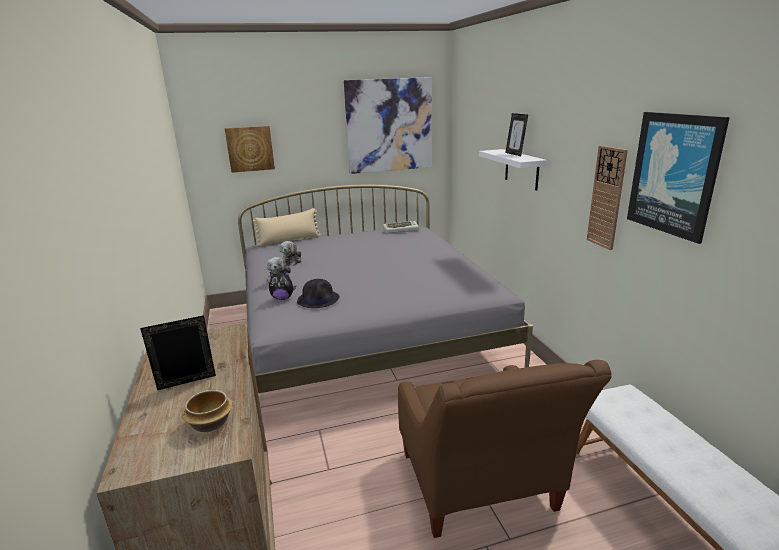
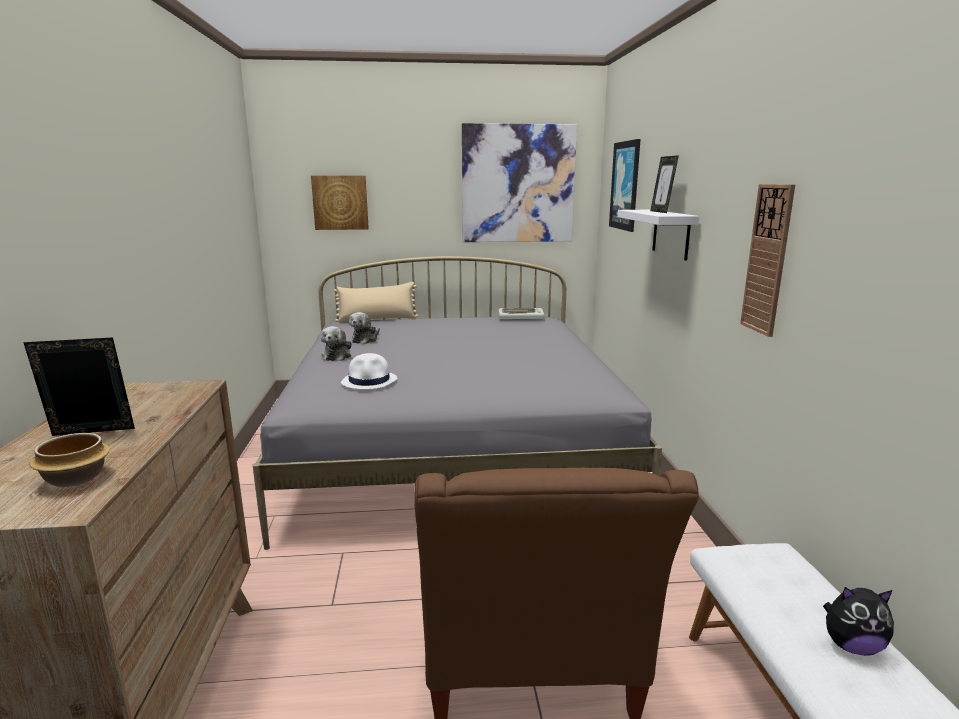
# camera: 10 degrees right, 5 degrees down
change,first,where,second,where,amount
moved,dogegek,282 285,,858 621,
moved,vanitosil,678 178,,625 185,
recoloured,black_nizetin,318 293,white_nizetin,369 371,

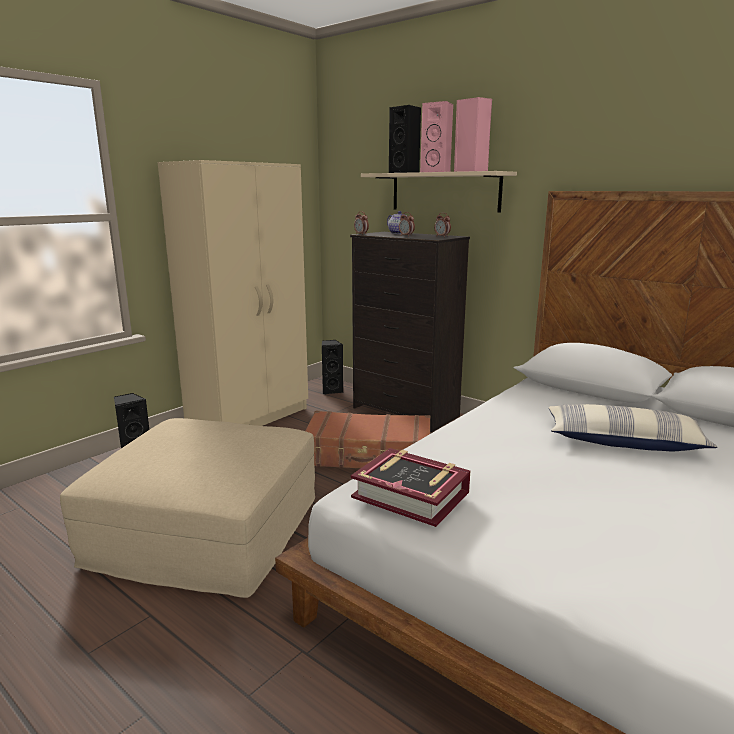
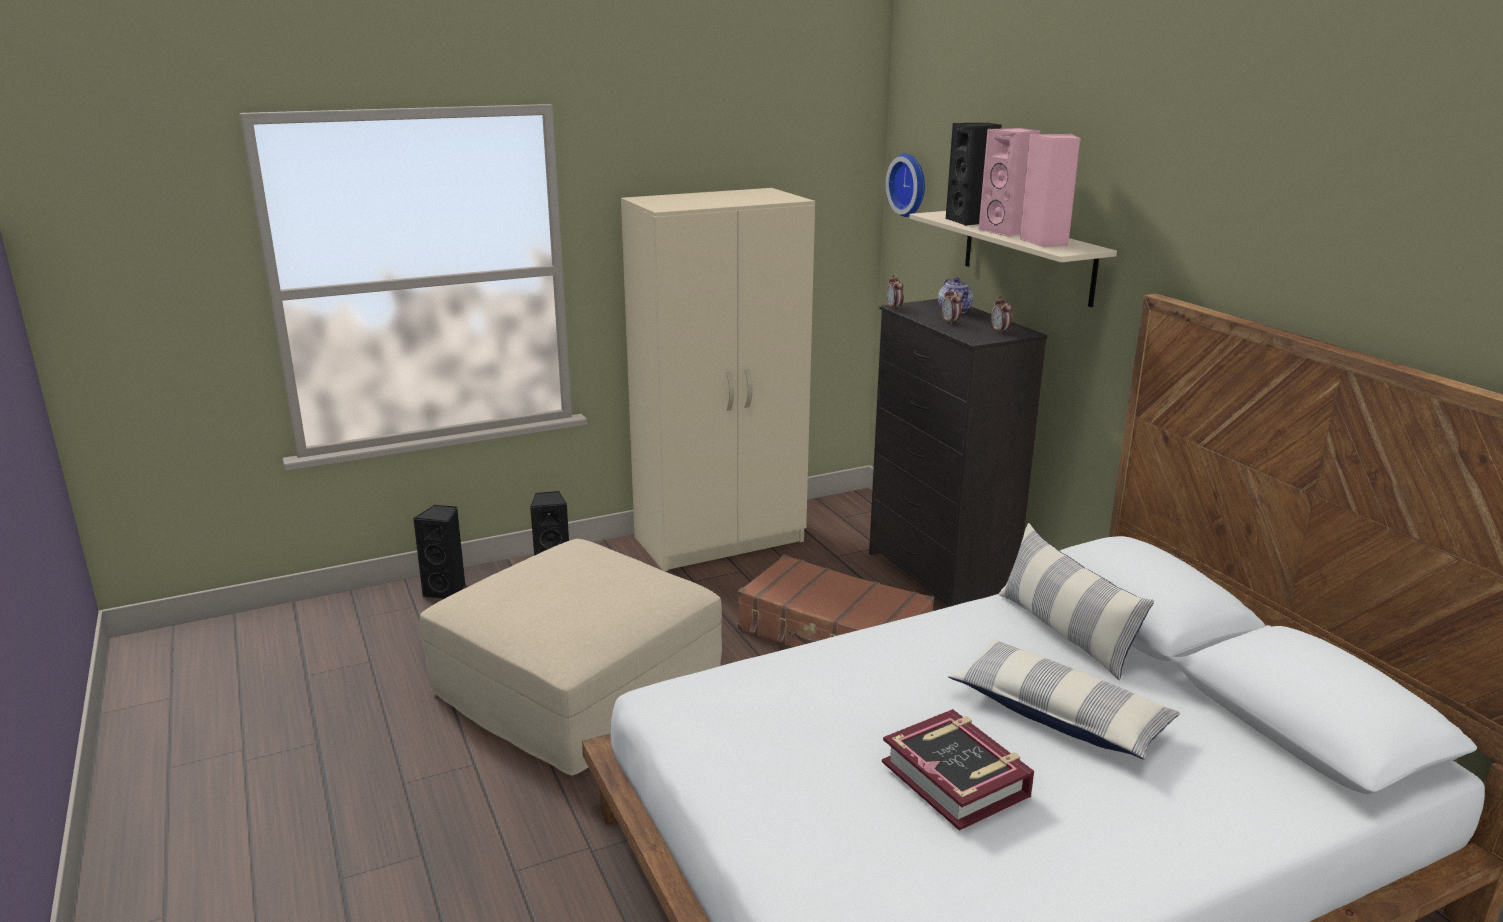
# camera: 25 degrees right, 5 degrees up
change,first,where,second,where,amount
added,,,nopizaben,905 185,
added,,,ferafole,1076 601,
moved,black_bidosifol,332 367,,439 552,
moved,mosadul,410 487,,958 770,

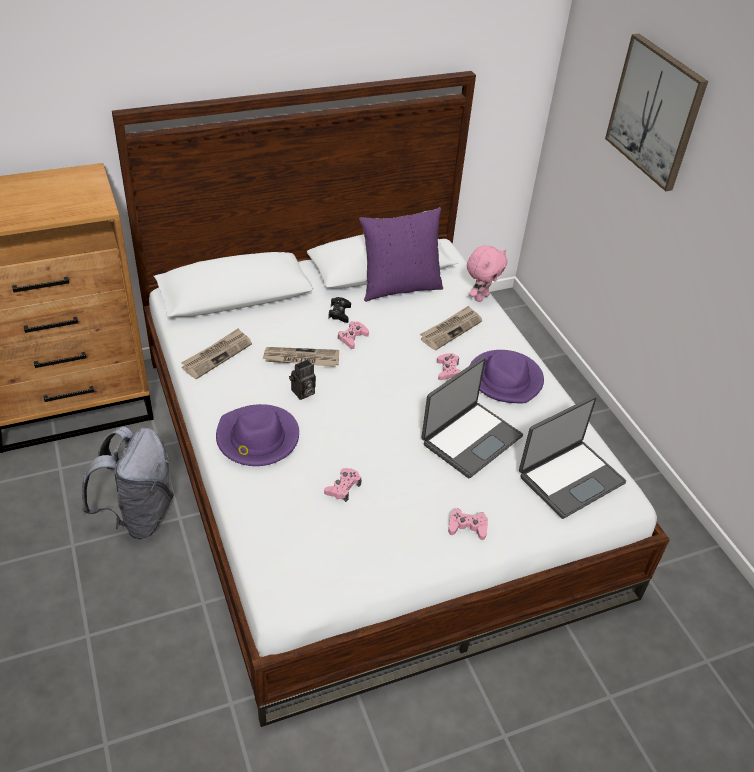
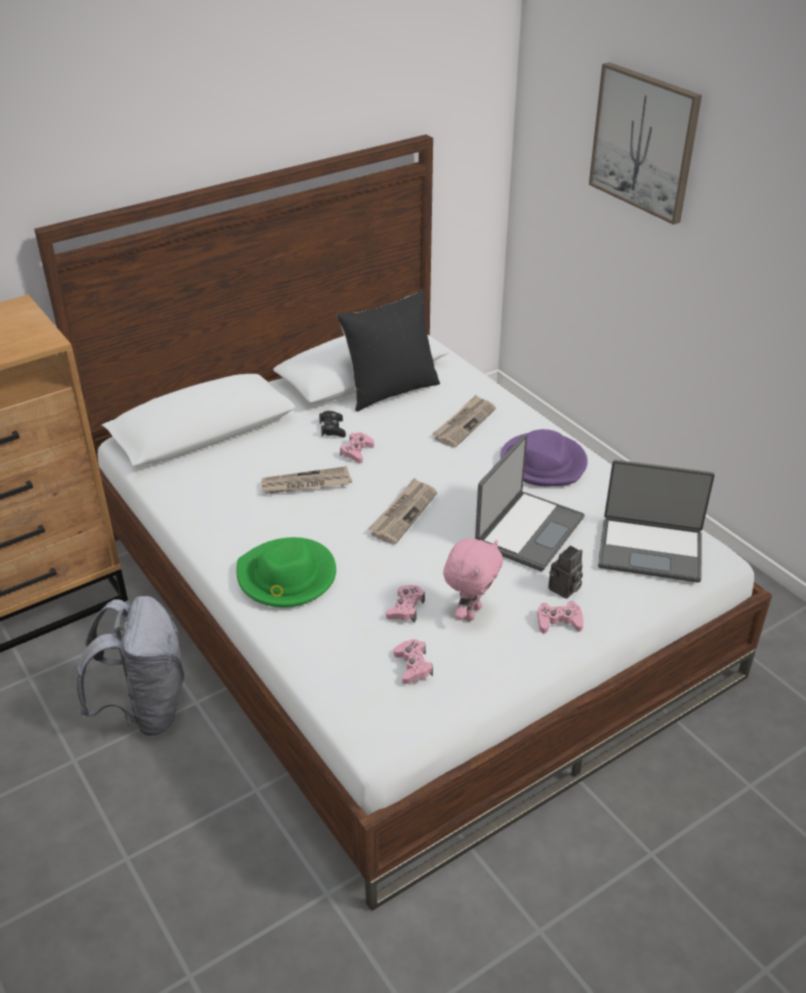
# camera: 10 degrees left, 5 degrees down
change,first,where,second,where,amount
moved,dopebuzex,216 353,,403 511,
moved,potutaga,302 379,,565 572,
moved,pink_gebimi,449 366,,413 661,
moved,pink_dogegek,487 273,,473 580,
recoloured,purple_nizetin,257 435,green_nizetin,286 572,
recoloured,purple_ferafole,401 254,black_ferafole,388 351,
turned,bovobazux,572 457,,656 521,60 degrees clockwise

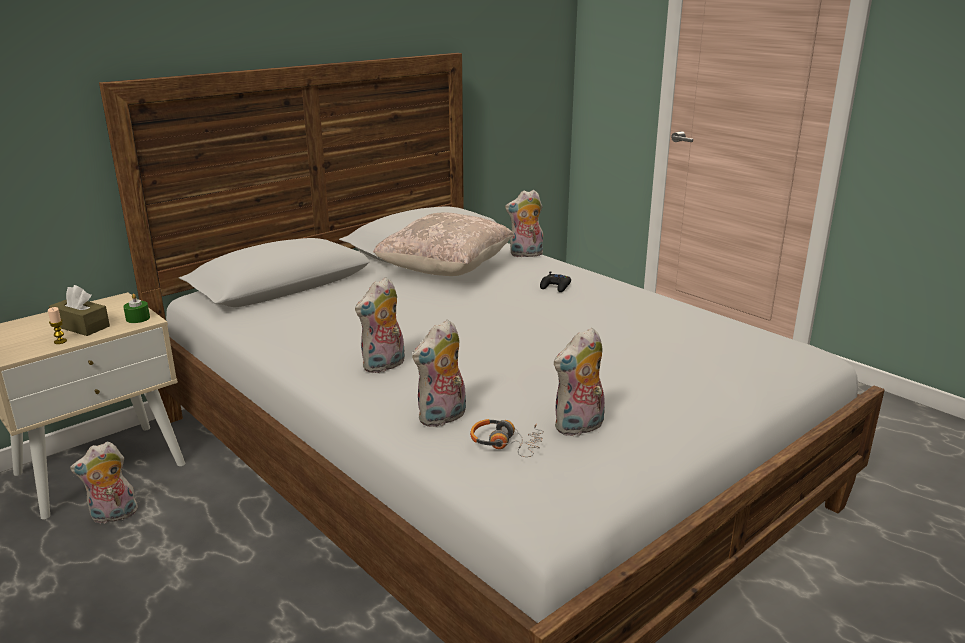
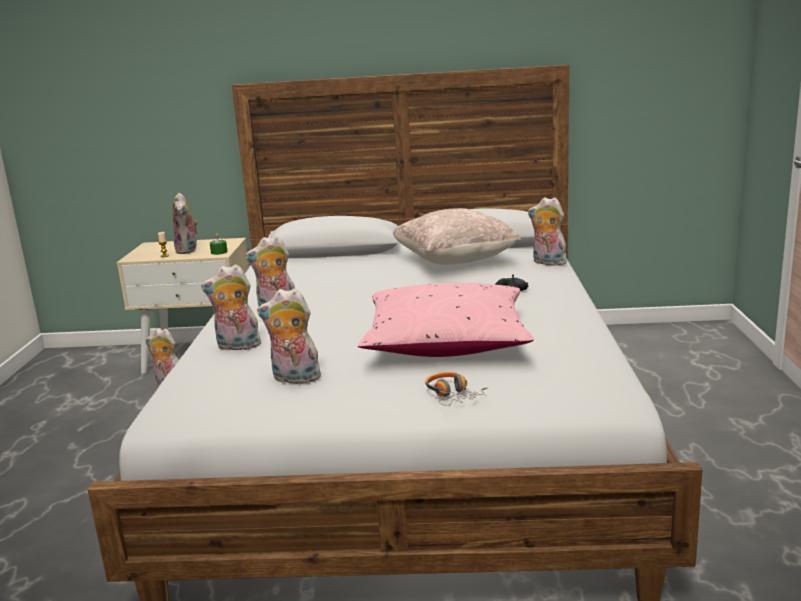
# camera: 45 degrees right, 5 degrees down
change,first,where,second,where,amount
added,,,pink_ferafole,446 319,
moved,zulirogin,507 438,,456 388,
replaced,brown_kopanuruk,79 310,dogegek,185 223,

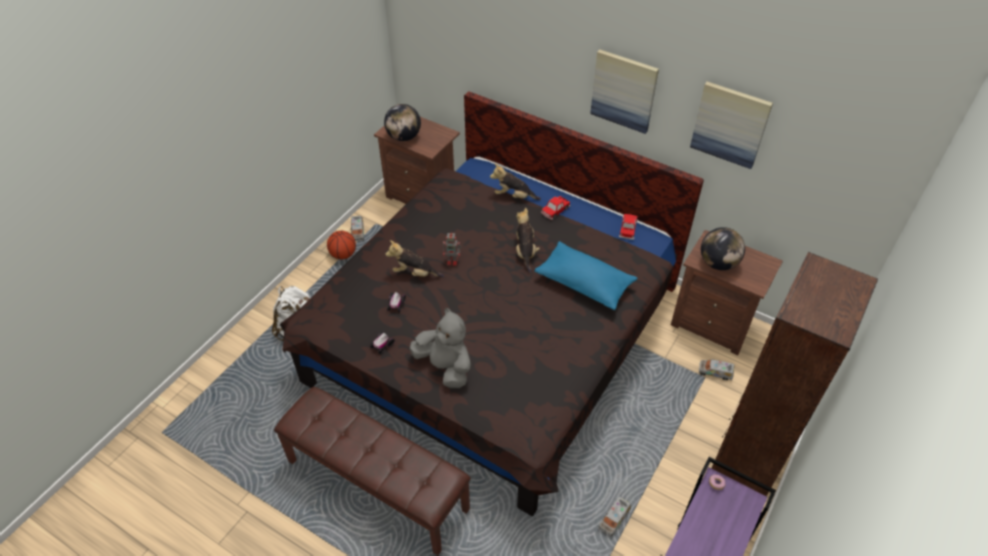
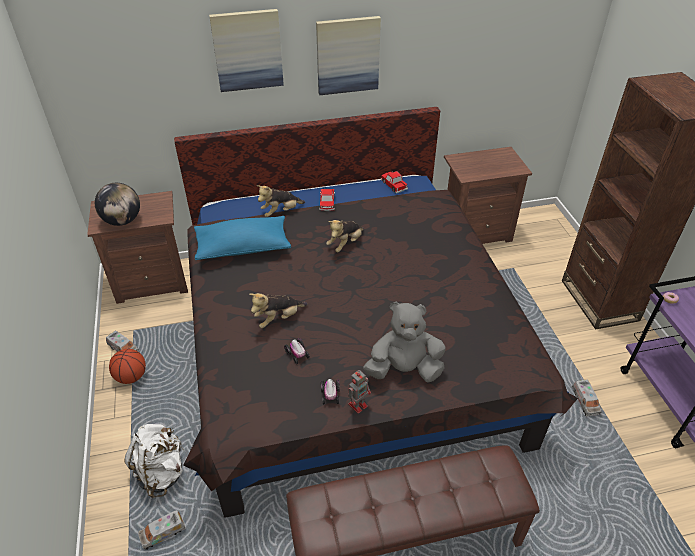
# camera: 45 degrees left, 5 degrees down
change,first,where,second,where,amount
removed,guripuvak,723 248,,,
moved,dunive,452 249,,359 392,
moved,blue_ferafole,585 276,,242 238,
moved,vanitosil,731 125,,246 50,
moved,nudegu,716 369,,162 530,
turned,dogegek,528 240,,345 236,90 degrees counterclockwise

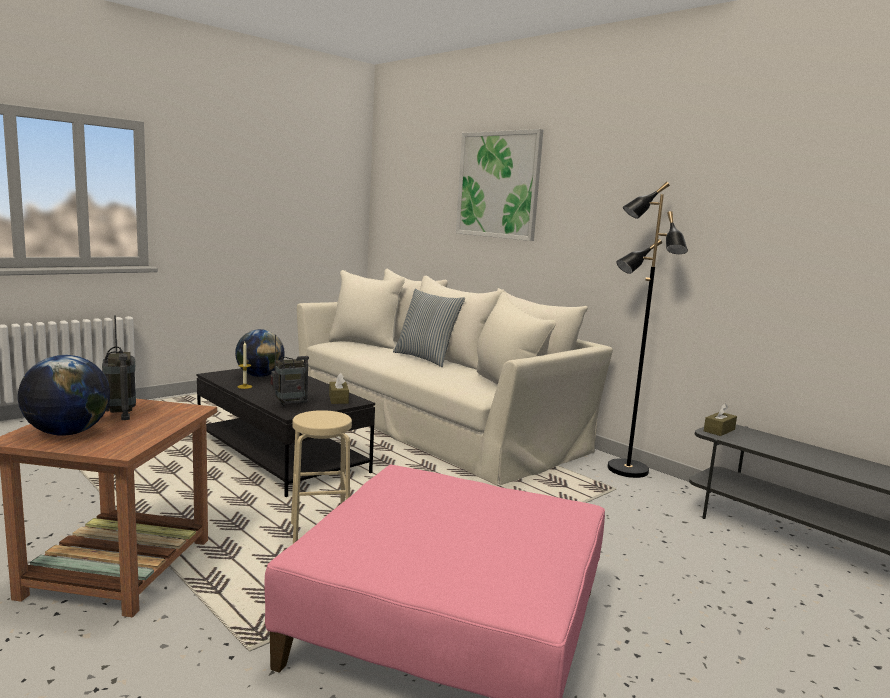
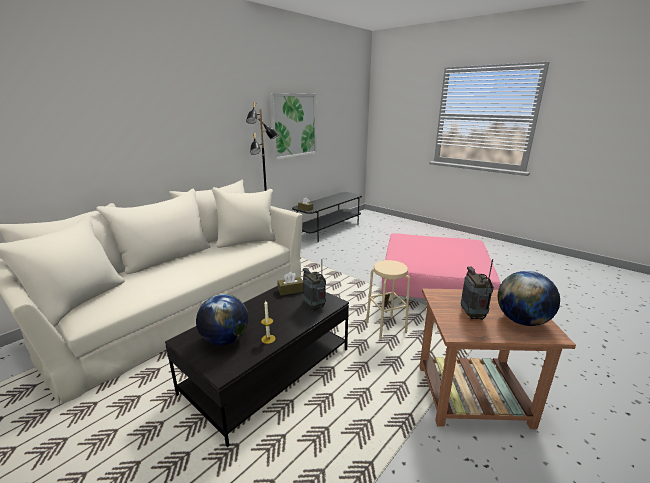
# camera: 95 degrees left, 10 degrees up
change,first,where,second,where,amount
removed,ferafole,429 328,,,
moved,vanitosil,499 185,,293 126,
turned,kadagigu,119 367,,477 289,60 degrees counterclockwise

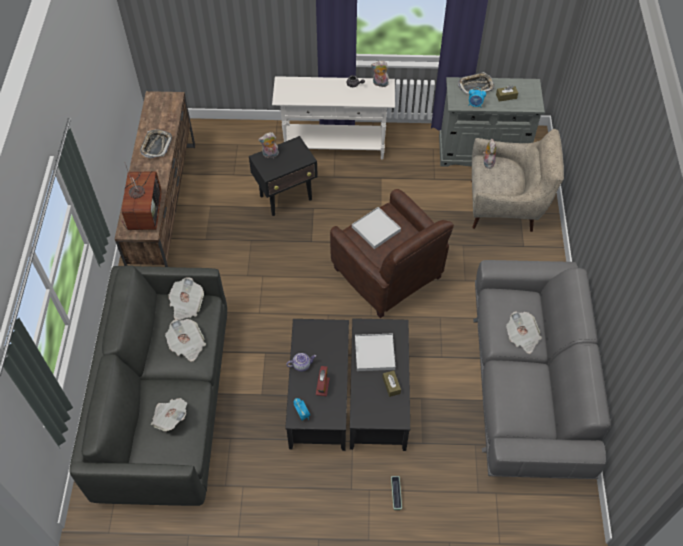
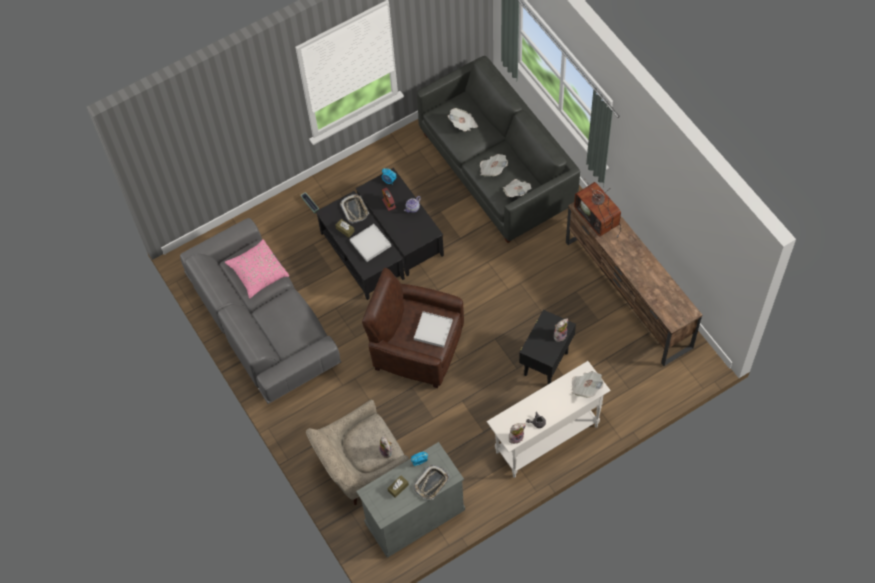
# camera: 150 degrees right, 5 degrees up
change,first,where,second,where,amount
added,,,pink_ferafole,257 269,
moved,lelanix,156 144,,354 208,
moved,dopebuzex,524 332,,587 384,

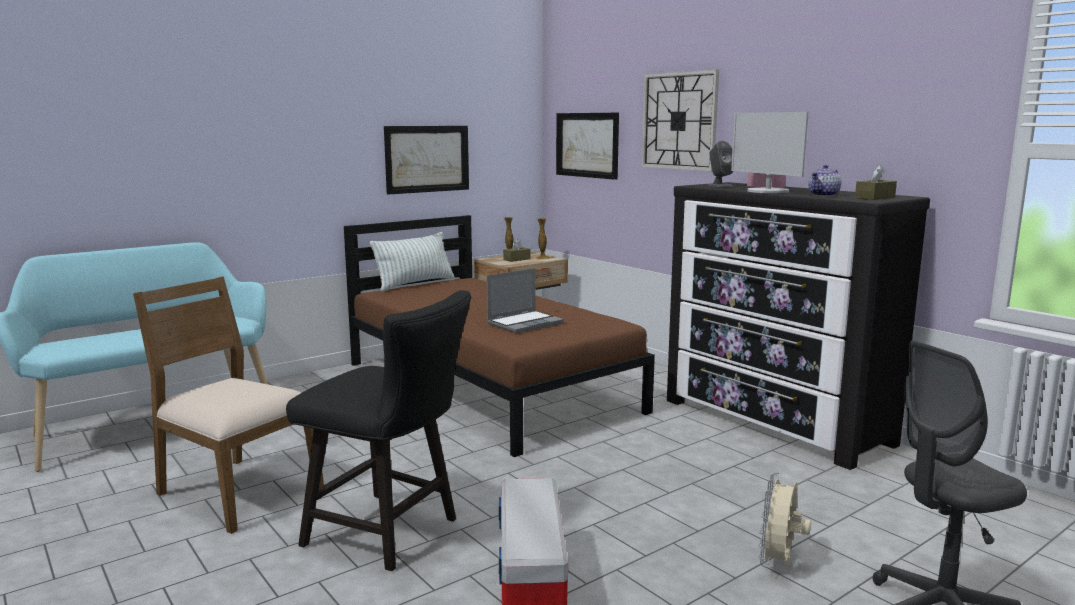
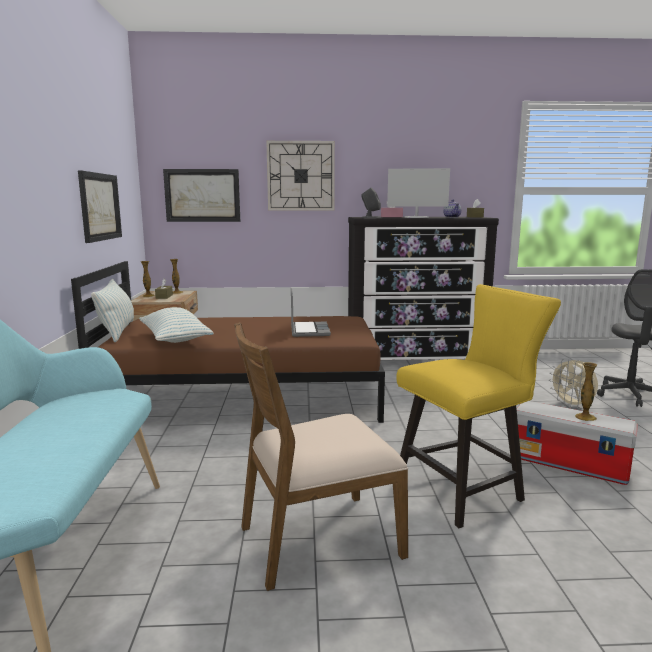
# camera: 55 degrees left, 0 degrees up
change,first,where,second,where,amount
added,,,ferafole,176 325,
added,,,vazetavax,586 391,
recoloured,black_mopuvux,378 430,yellow_mopuvux,478 406,

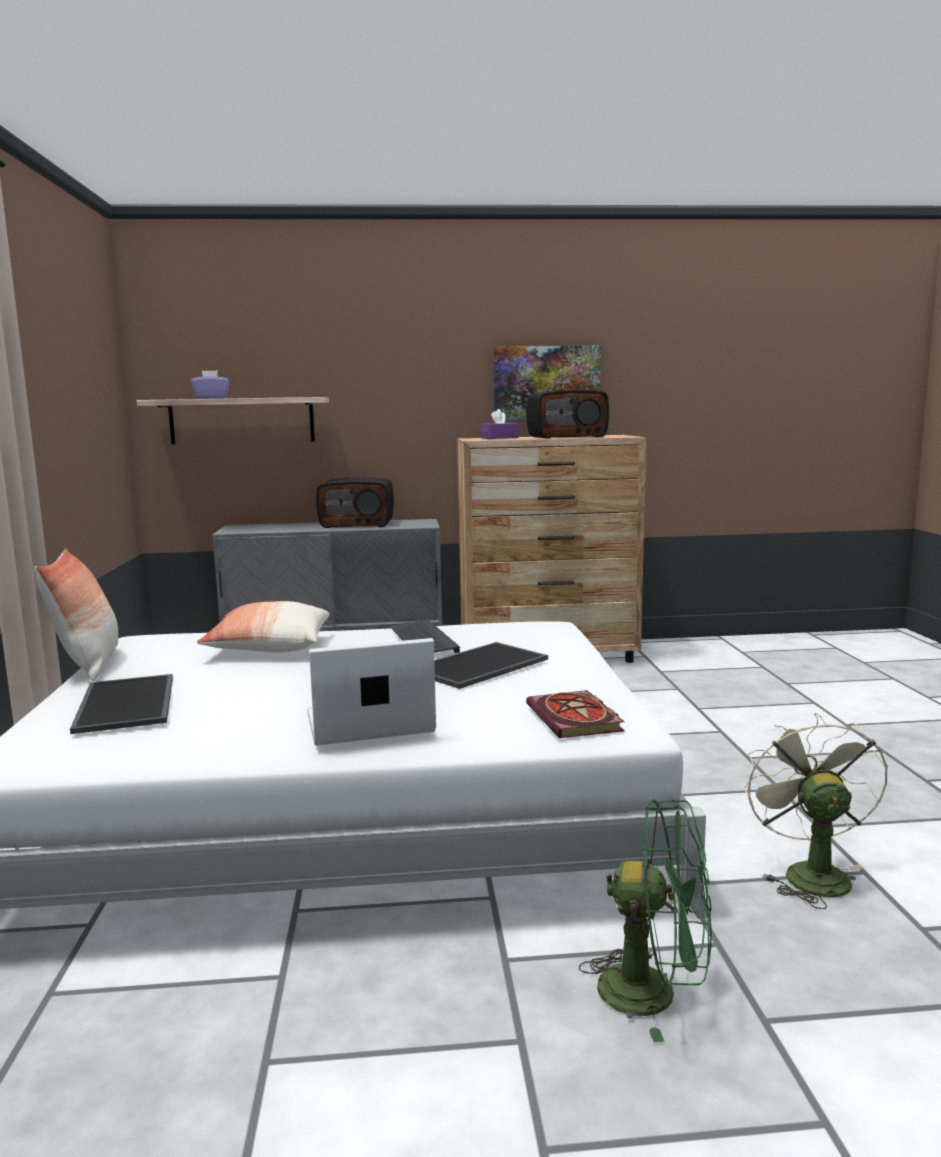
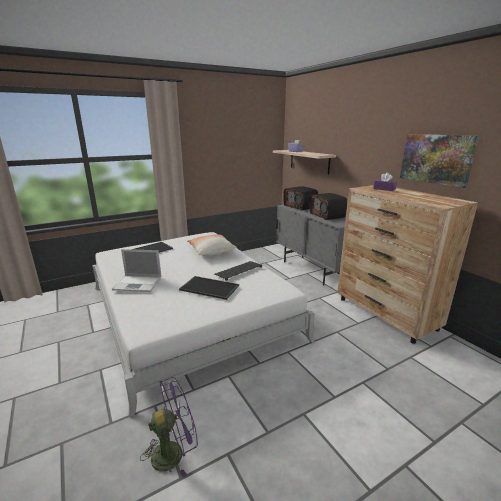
# camera: 65 degrees right, 10 degrees up
change,first,where,second,where,amount
removed,ferafole,76 615,,,
removed,mosadul,575 714,,,
removed,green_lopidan,645 921,,,
moved,kadagigu,567 414,,300 198,
recoloured,beige_lopidan,816 811,purple_lopidan,169 427,
turned,bovobazux,371 692,,136 270,135 degrees clockwise

